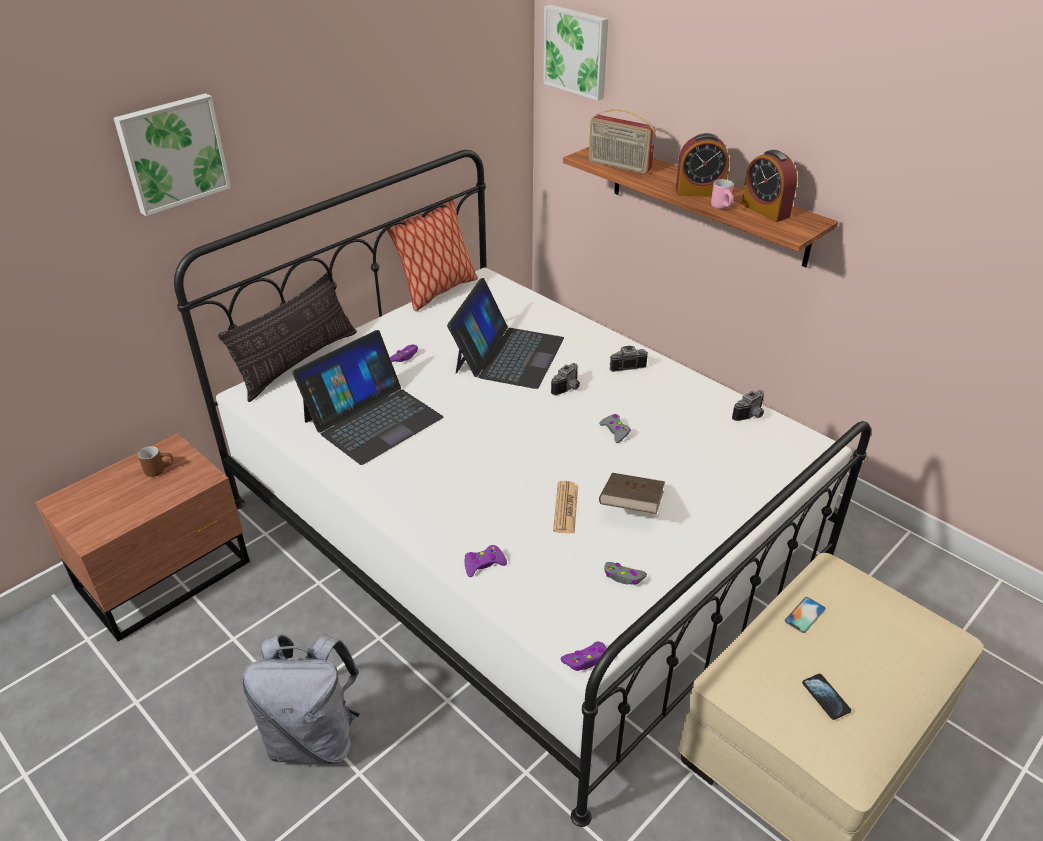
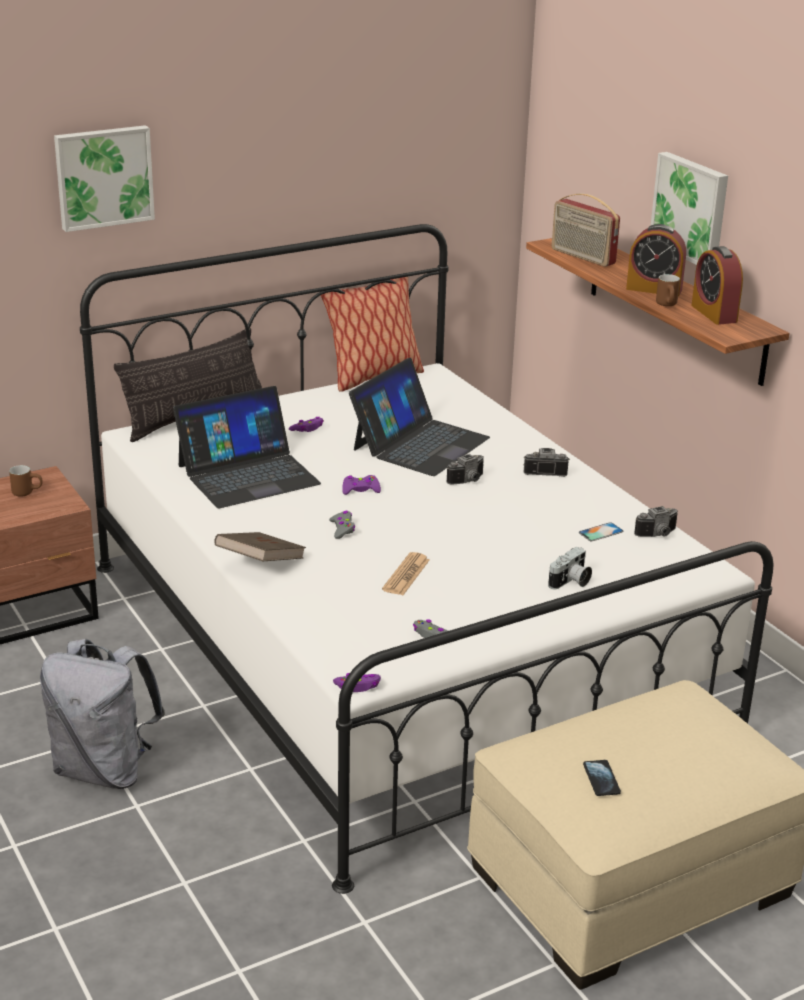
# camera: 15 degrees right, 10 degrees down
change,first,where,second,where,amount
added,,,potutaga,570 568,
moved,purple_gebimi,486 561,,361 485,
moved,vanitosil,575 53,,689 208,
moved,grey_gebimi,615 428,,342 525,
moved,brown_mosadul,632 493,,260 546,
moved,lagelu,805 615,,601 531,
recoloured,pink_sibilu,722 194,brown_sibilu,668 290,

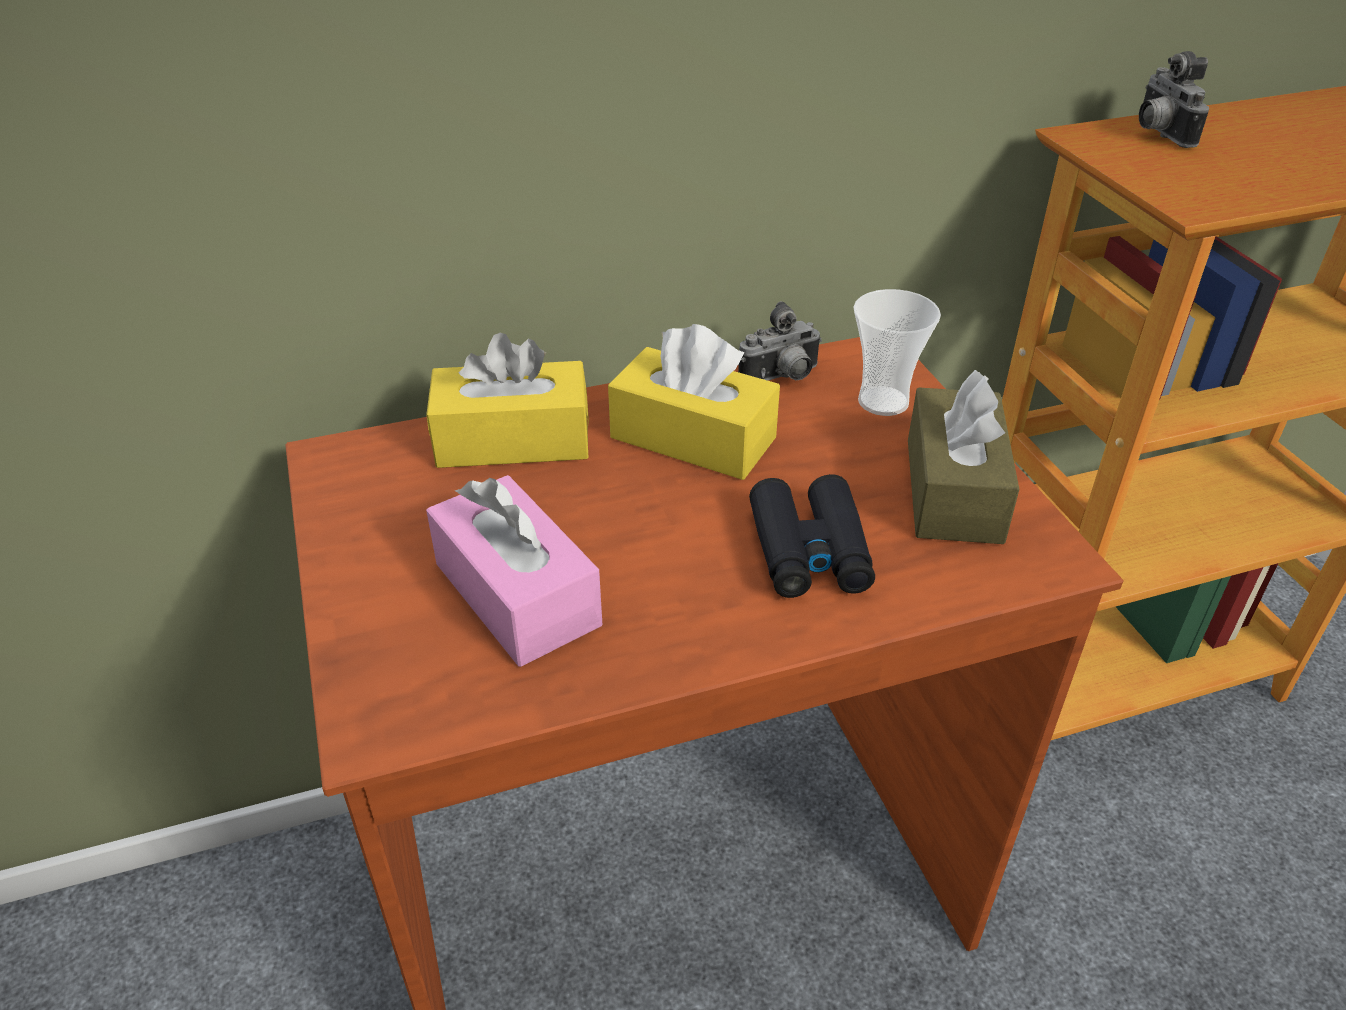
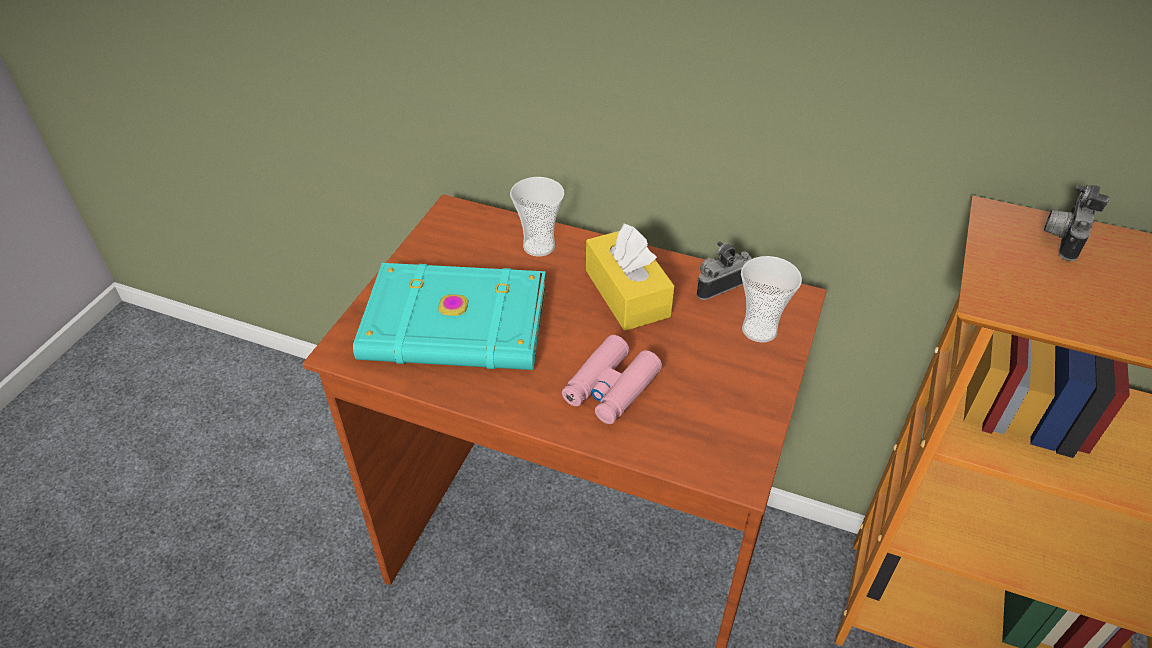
# camera: 40 degrees right, 5 degrees up
change,first,where,second,where,amount
removed,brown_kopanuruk,963 457,,,
replaced,yellow_kopanuruk,507 400,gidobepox,537 217,
replaced,pink_kopanuruk,514 571,turquoise_mosadul,449 316,
recoloured,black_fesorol,812 536,pink_fesorol,612 379,
turned,potutaga,780 341,,724 270,135 degrees clockwise

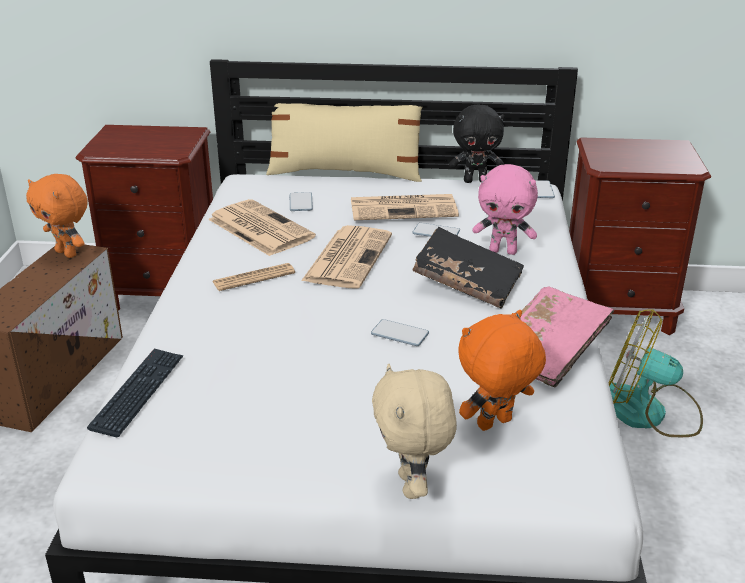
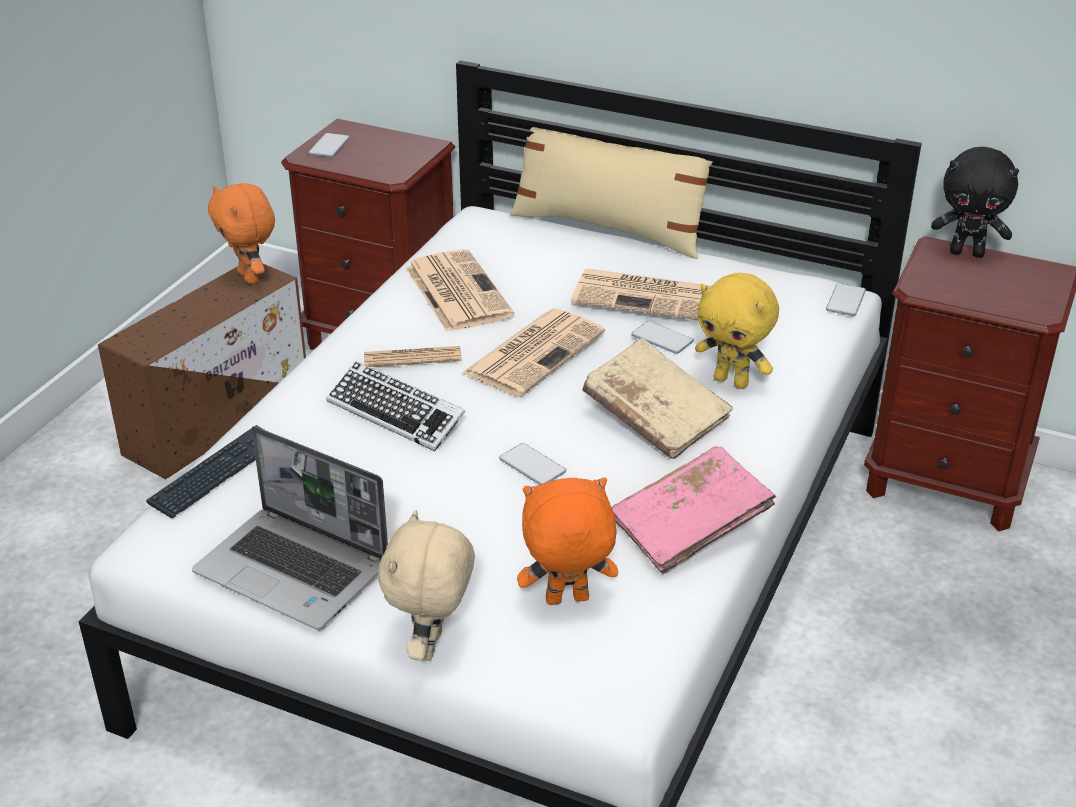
# camera: 20 degrees right, 5 degrees up
change,first,where,second,where,amount
removed,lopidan,656 373,,,
added,,,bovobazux,290 528,
added,,,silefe,395 406,
moved,lagelu,301 201,,329 145,
moved,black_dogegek,477 143,,975 202,
recoloured,black_mosadul,468 267,beige_mosadul,657 398,
recoloured,pink_dogegek,505 209,yellow_dogegek,737 331,

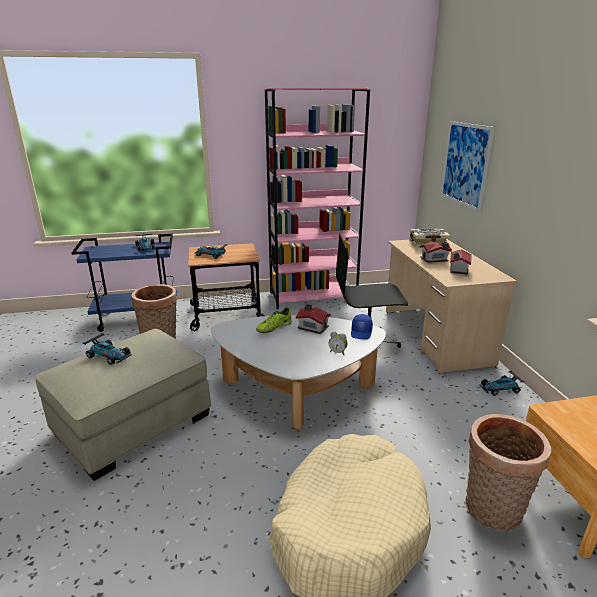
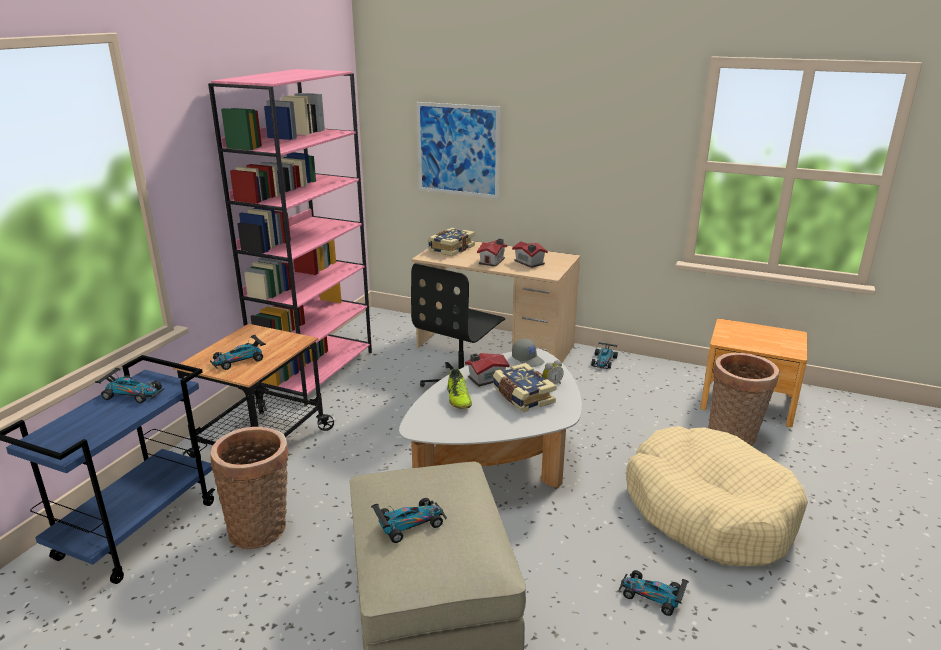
# camera: 55 degrees left, 0 degrees up
change,first,where,second,where,amount
added,,,mosadul,524 387,
added,,,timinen,654 593,
recoloured,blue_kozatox,362 326,grey_kozatox,528 353,

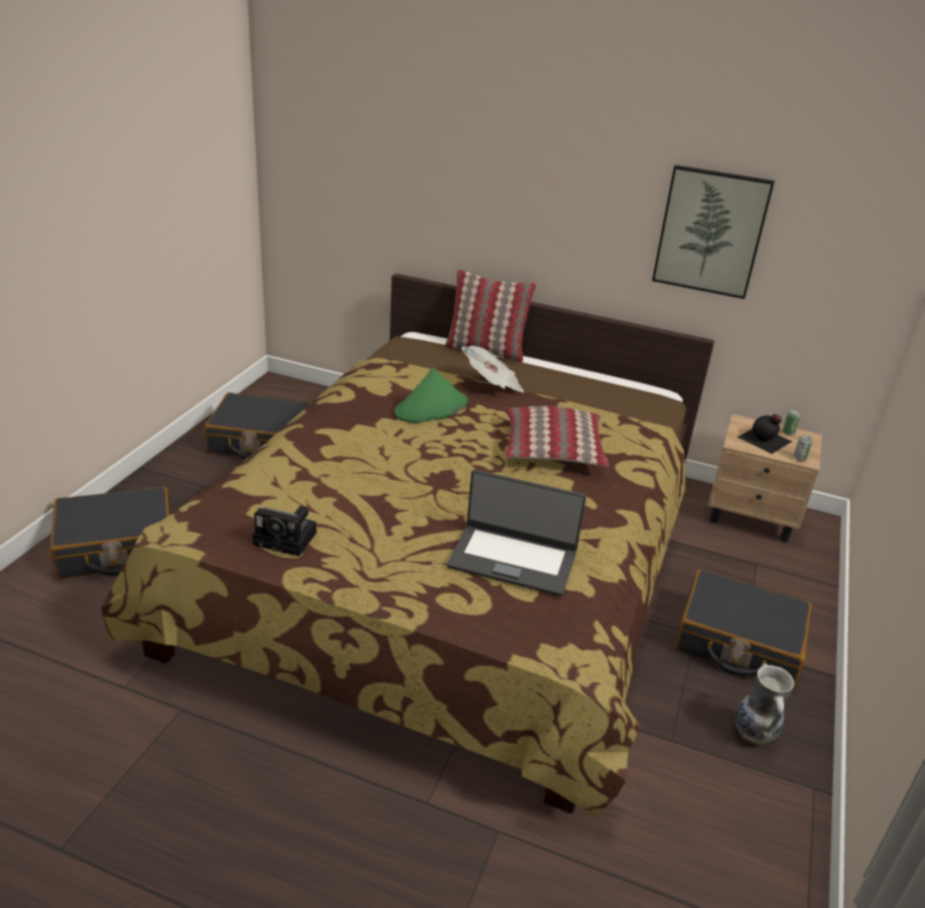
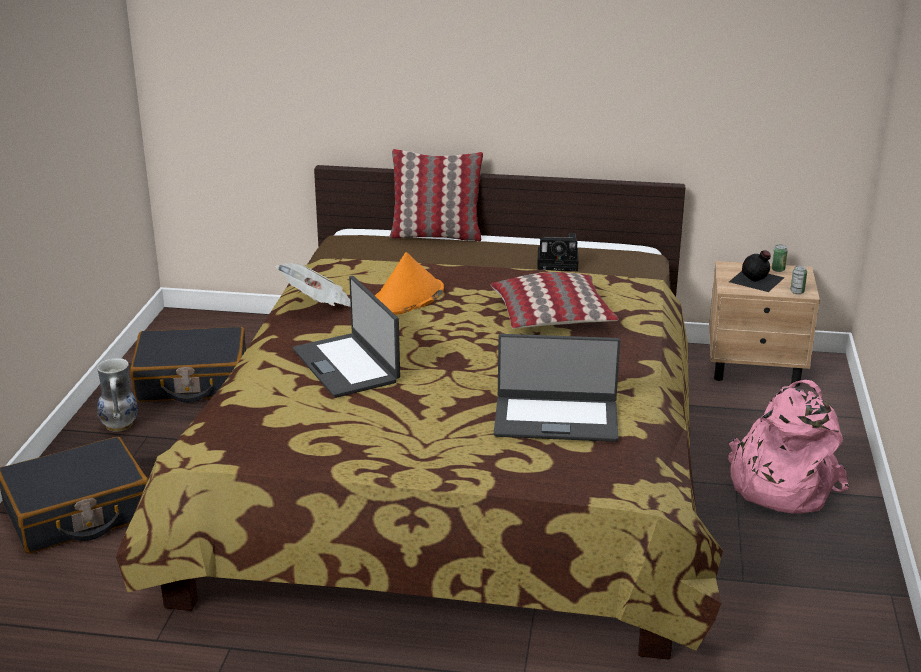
# camera: 10 degrees left, 5 degrees down
change,first,where,second,where,amount
removed,vanitosil,713 232,,,
added,,,bovobazux,346 337,
moved,potutaga,284 531,,557 252,
moved,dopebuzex,493 369,,313 285,
moved,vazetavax,764 704,,117 395,
replaced,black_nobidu,743 628,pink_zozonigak,788 447,
recoloured,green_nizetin,431 395,orange_nizetin,409 283,

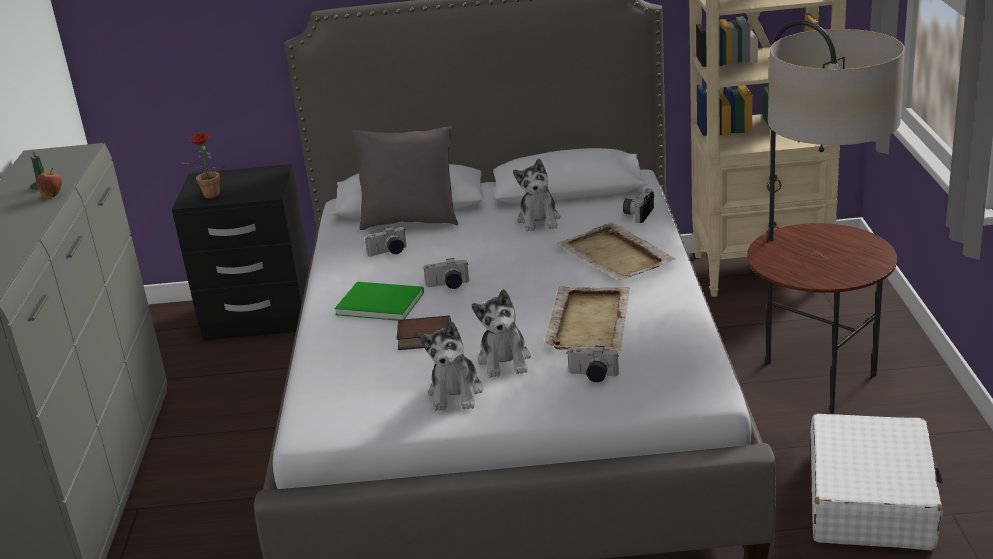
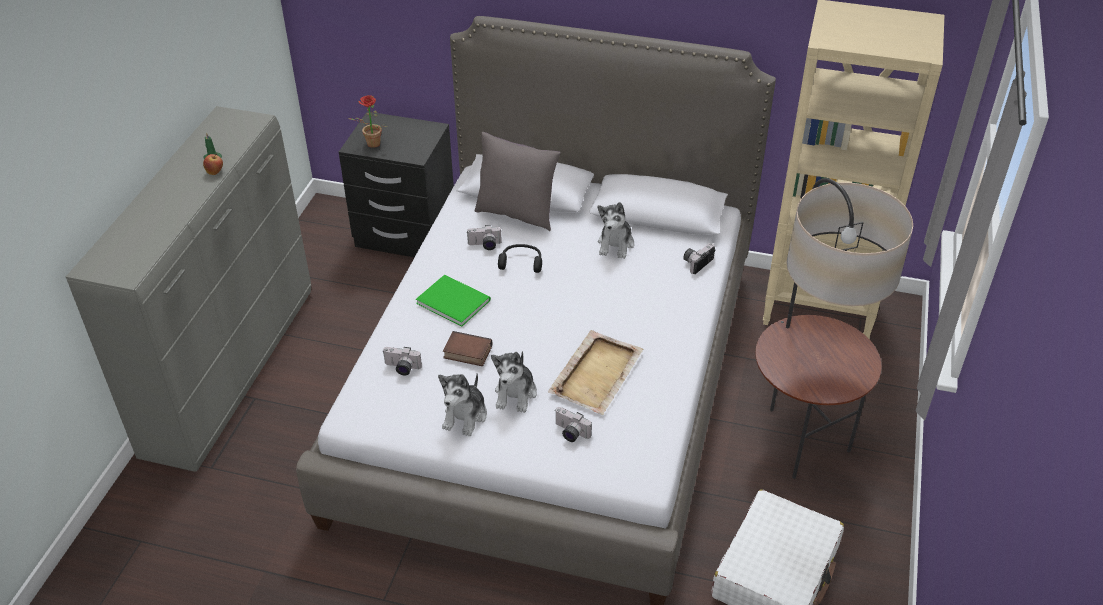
# camera: 15 degrees right, 15 degrees up
change,first,where,second,where,amount
removed,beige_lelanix,616 251,,,
added,,,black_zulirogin,520 258,
moved,potutaga,446 273,,402 361,

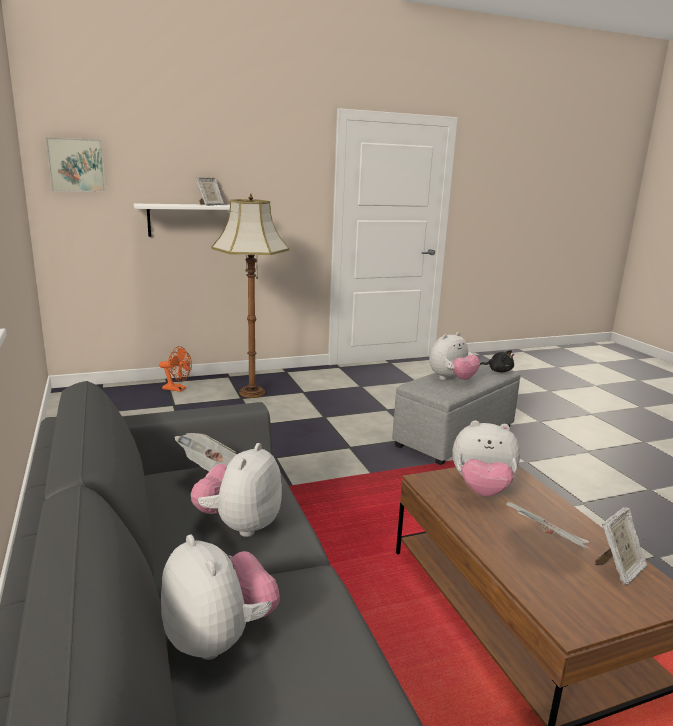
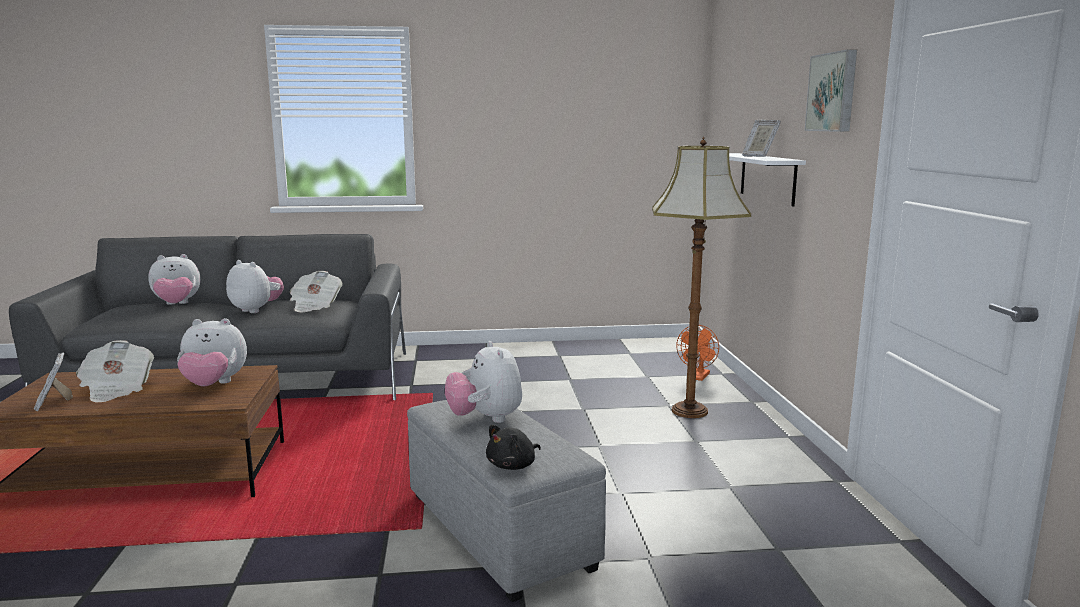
# camera: 105 degrees right, 5 degrees down
change,first,where,second,where,amount
moved,vanitosil,76 164,,830 90,
turned,dogegek,486 459,,212 352,120 degrees counterclockwise

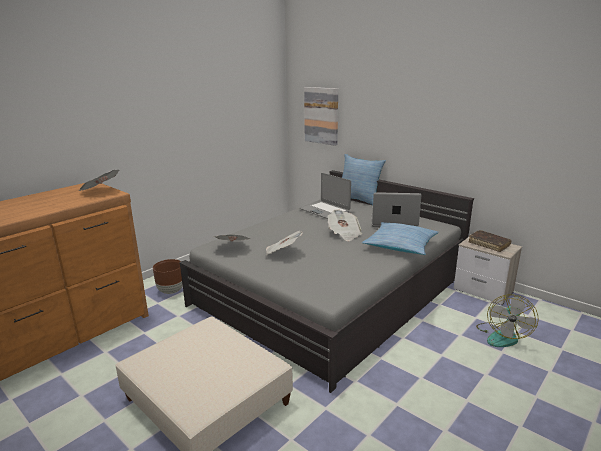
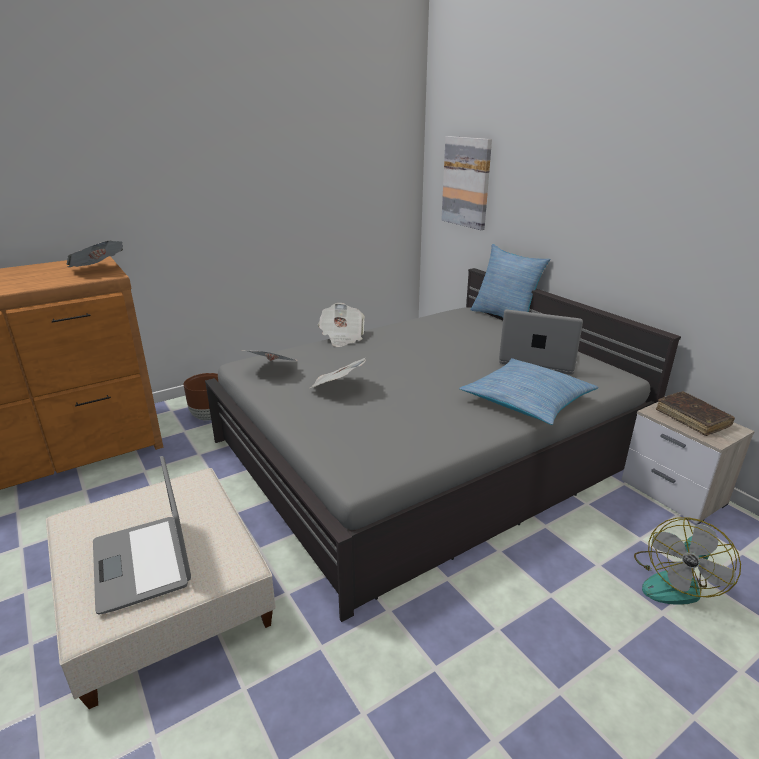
# camera: 15 degrees right, 5 degrees up
change,first,where,second,where,amount
moved,bovobazux,325 196,,142 535,
moved,dopebuzex,344 225,,341 325,

